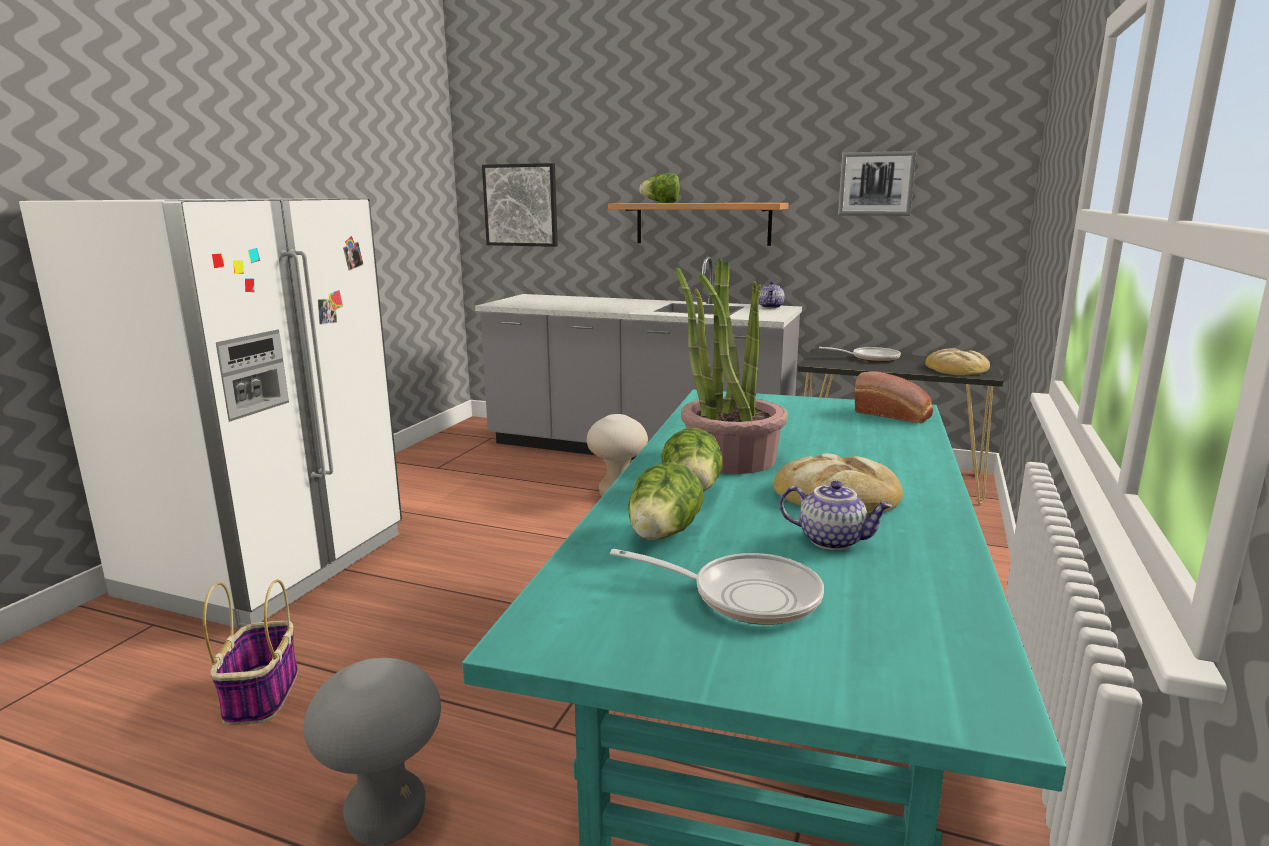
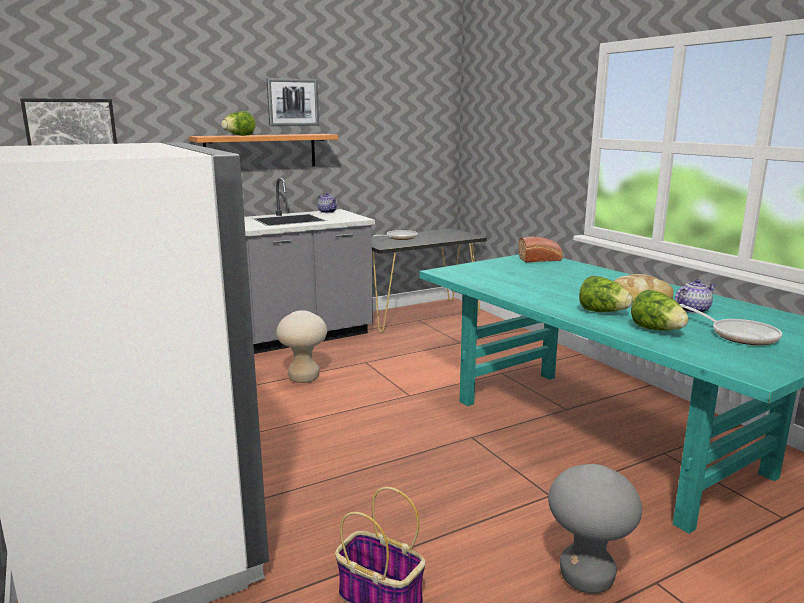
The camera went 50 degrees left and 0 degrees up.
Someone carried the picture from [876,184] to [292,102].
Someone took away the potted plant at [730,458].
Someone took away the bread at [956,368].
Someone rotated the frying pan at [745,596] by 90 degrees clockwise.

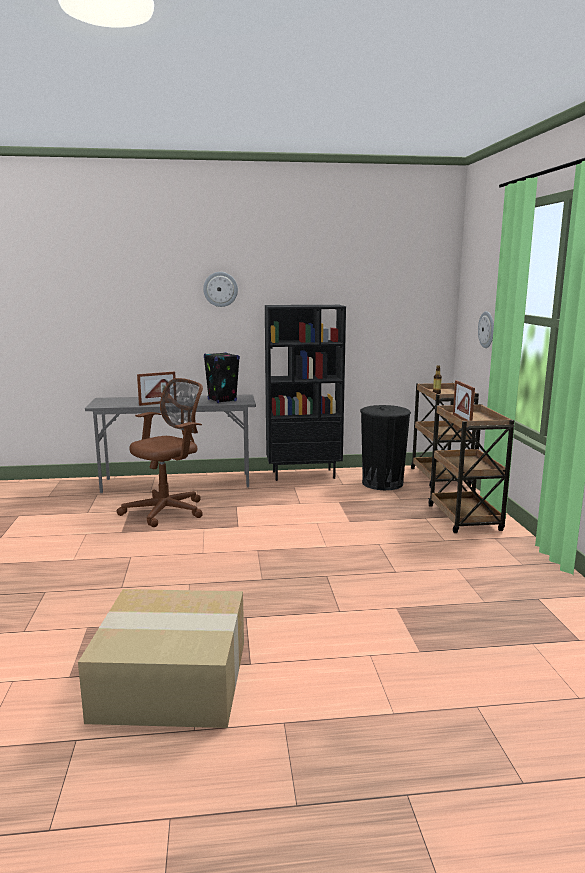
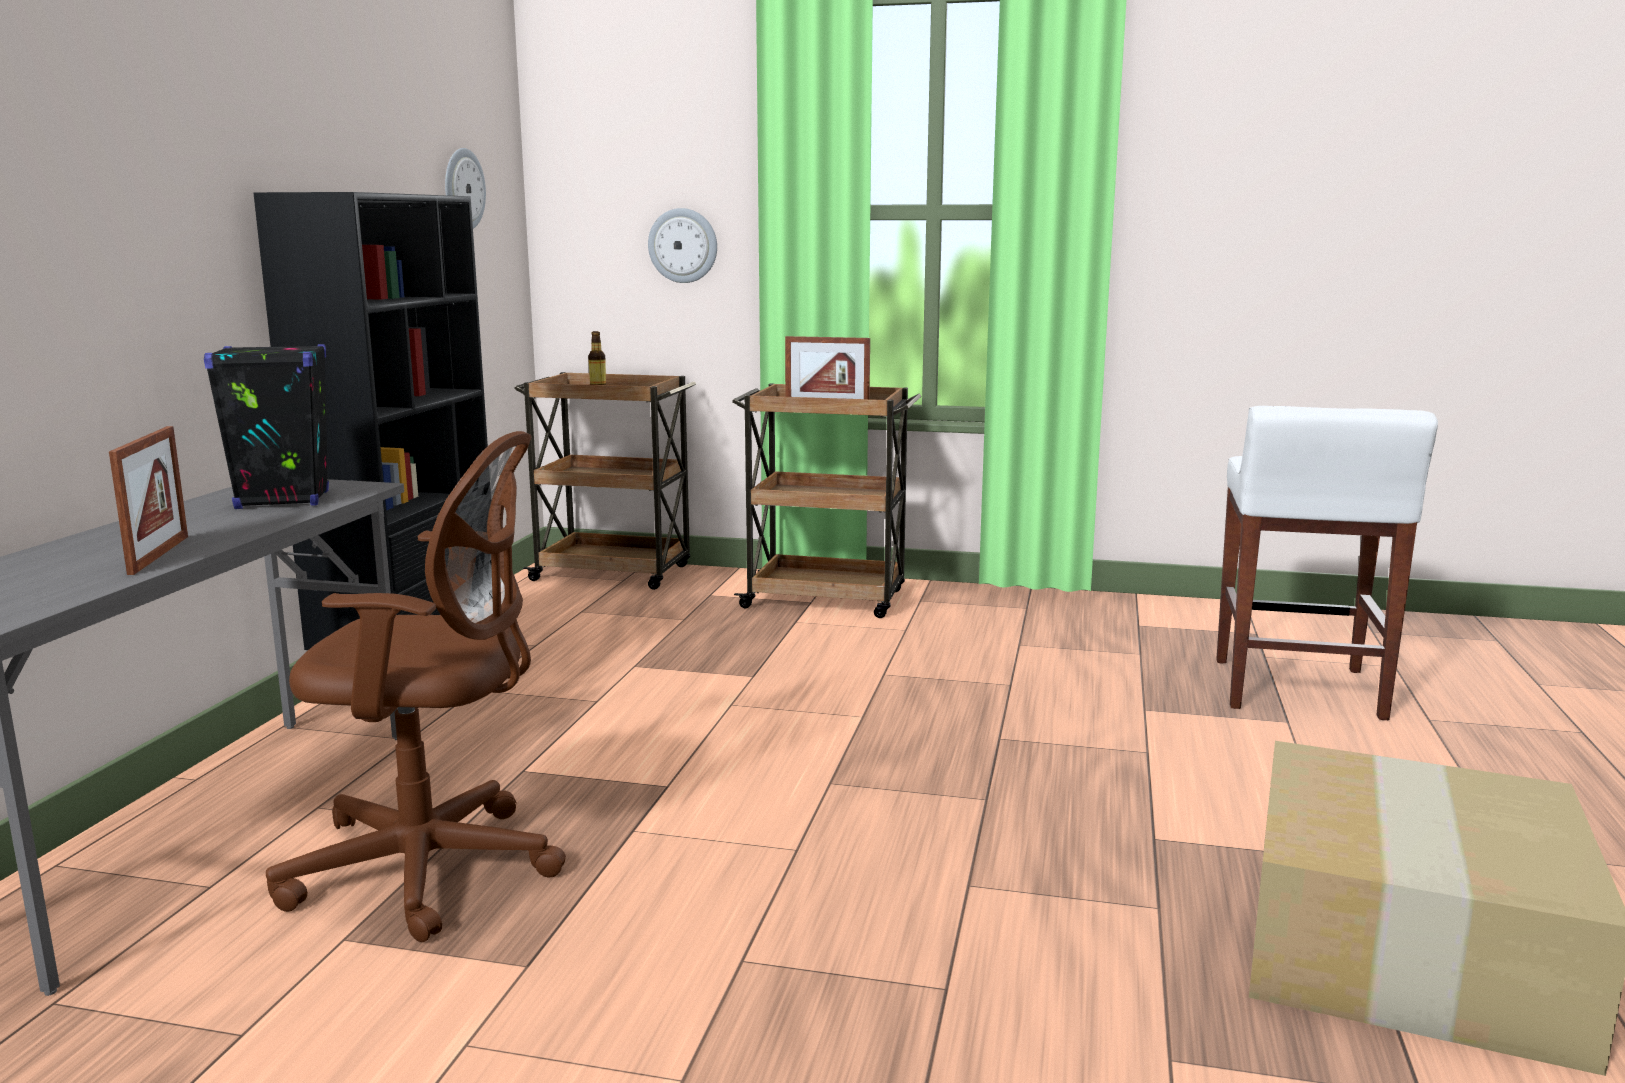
The camera went 70 degrees left and 0 degrees up.
Someone carried the wall clock from [220,289] to [463,189].
Someone rotated the brown office chair at [168,511] by 120 degrees clockwise.
Someone took away the black trash can at [382,483].
Someone put down the white stool at [1297,690].

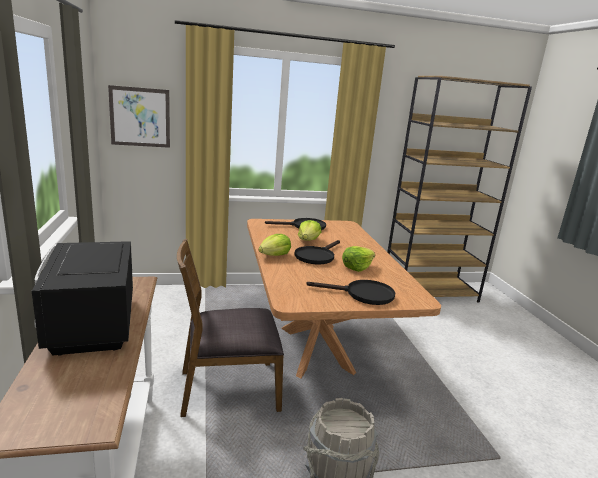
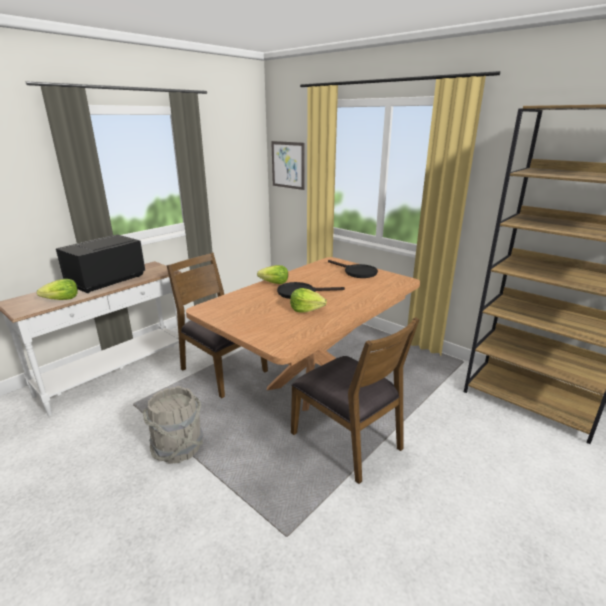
The camera went 55 degrees right and 5 degrees up.
Someone carried the lettuce from [308,240] to [62,299].
Someone took away the black frying pan at [362,294].
Someone put down the brown chair at [348,440].

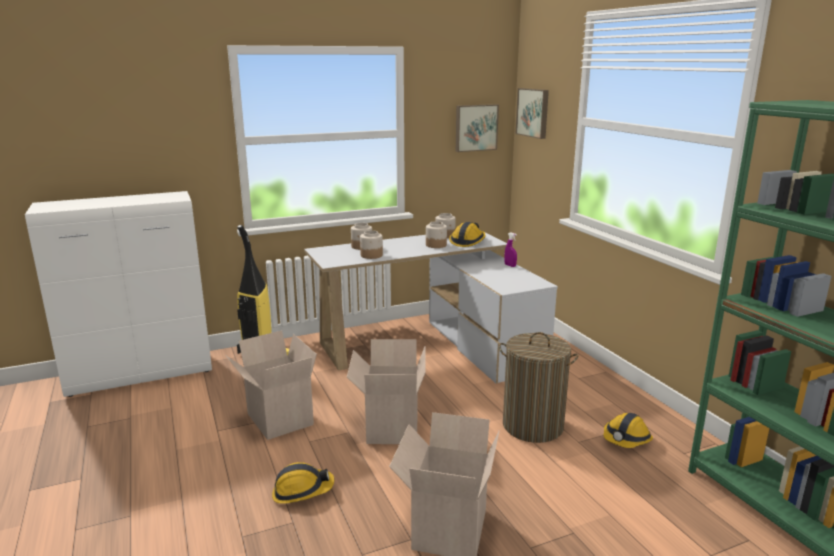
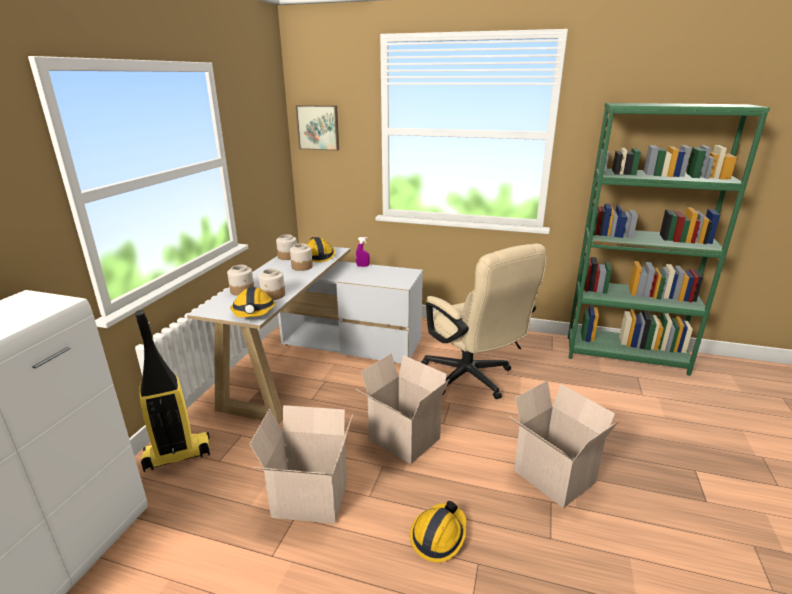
The camera went 50 degrees left and 5 degrees up.
Someone took away the picture at [475,127].
Someone swapped the laundry basket at [532,426] for the beige office chair at [472,379].
Someone carried the hard hat from [626,439] to [254,312].

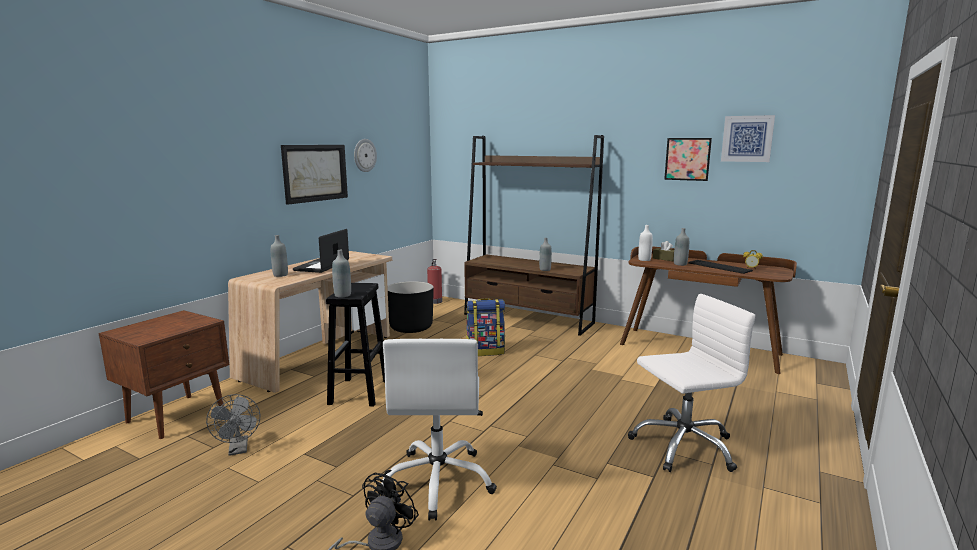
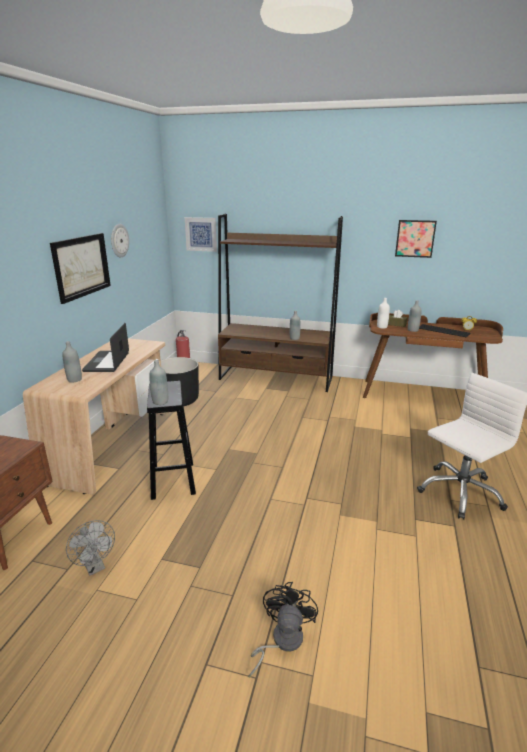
The camera went 15 degrees left and 10 degrees up.
Someone carried the picture from [747,138] to [201,234].
Someone took away the backpack at [485,351].
Someone took away the white office chair at [438,481].

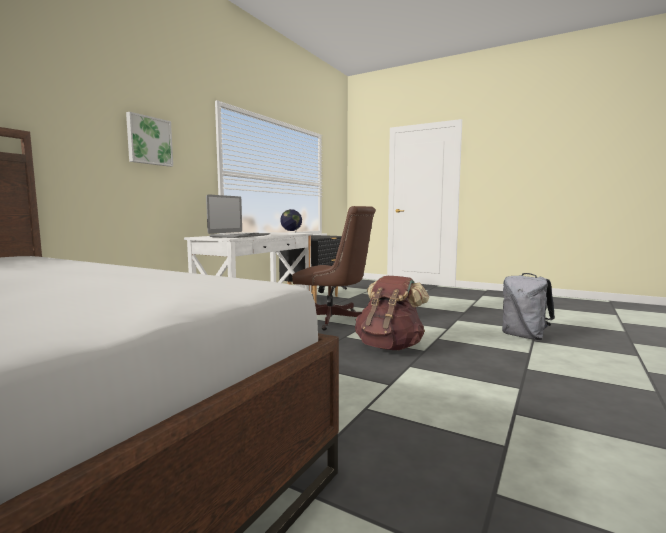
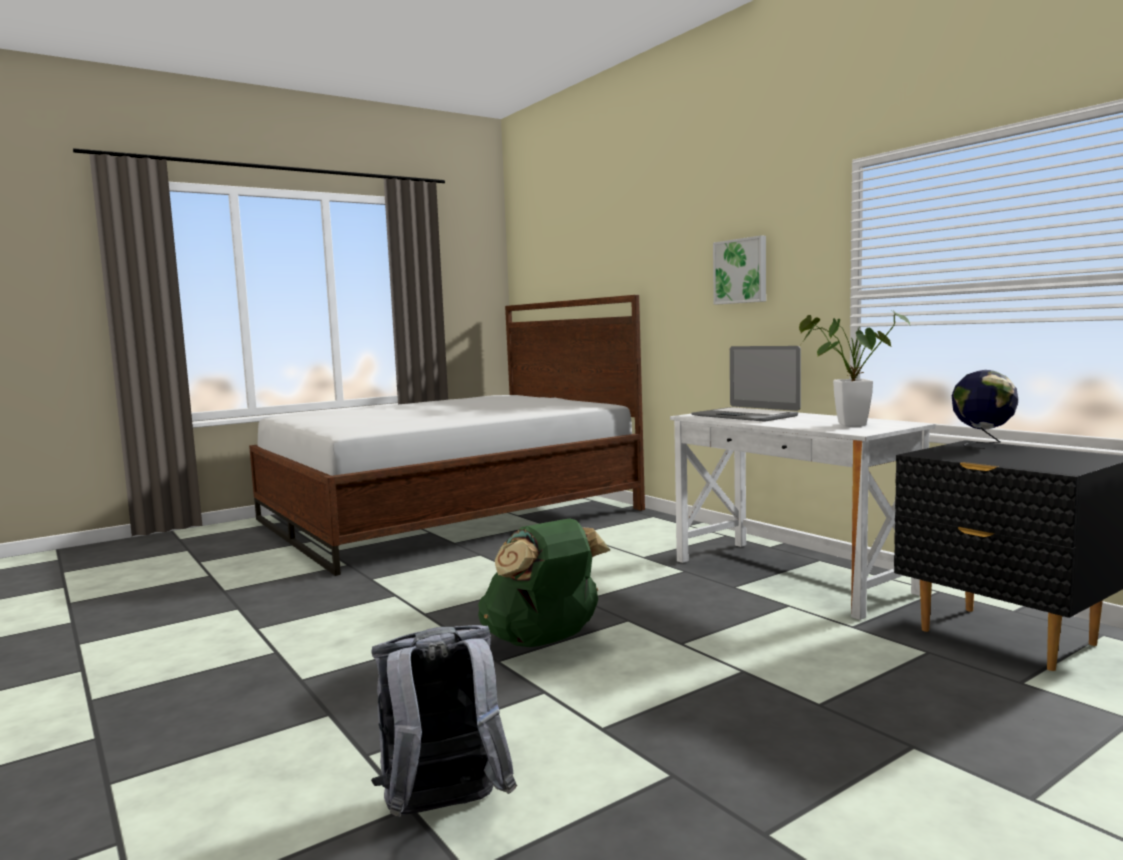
The camera went 115 degrees right and 0 degrees up.
Someone took away the brown office chair at [334,321].
Someone repainted the brown backpack at [390,347], which became the green backpack at [543,640].
Someone put down the potted plant at [844,424].

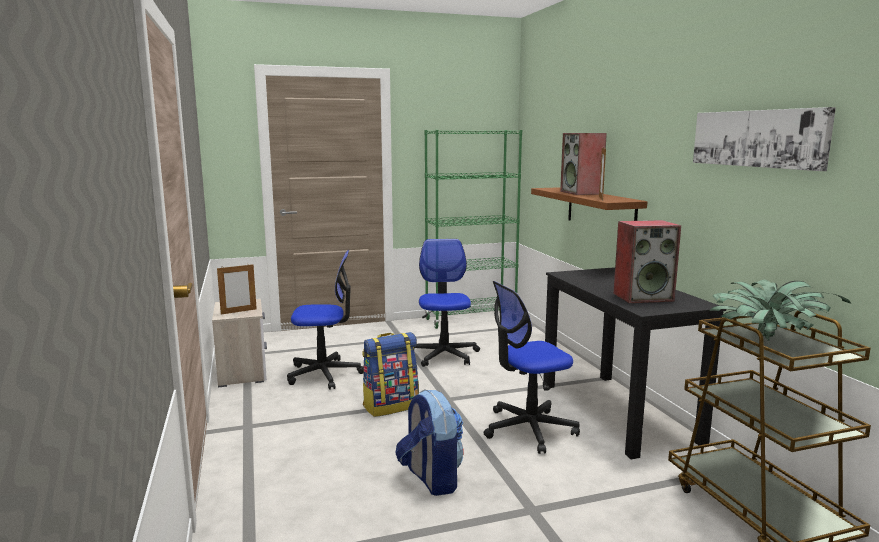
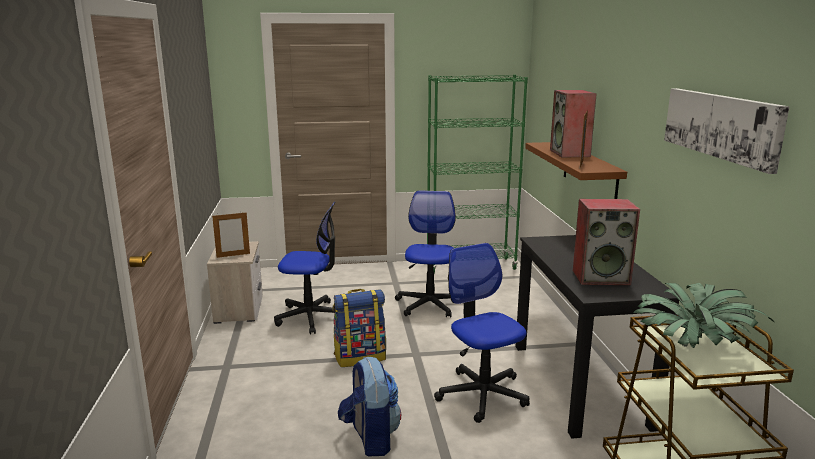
The camera went 10 degrees right and 5 degrees up.
Someone rotated the office chair at [528,429] by 75 degrees clockwise.

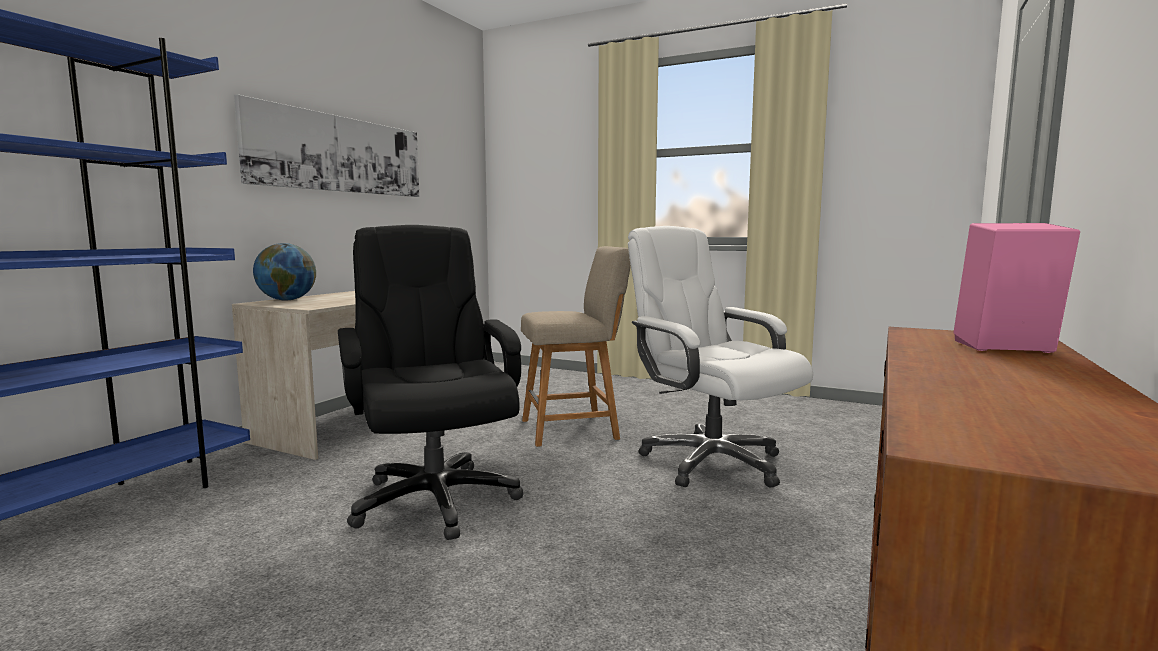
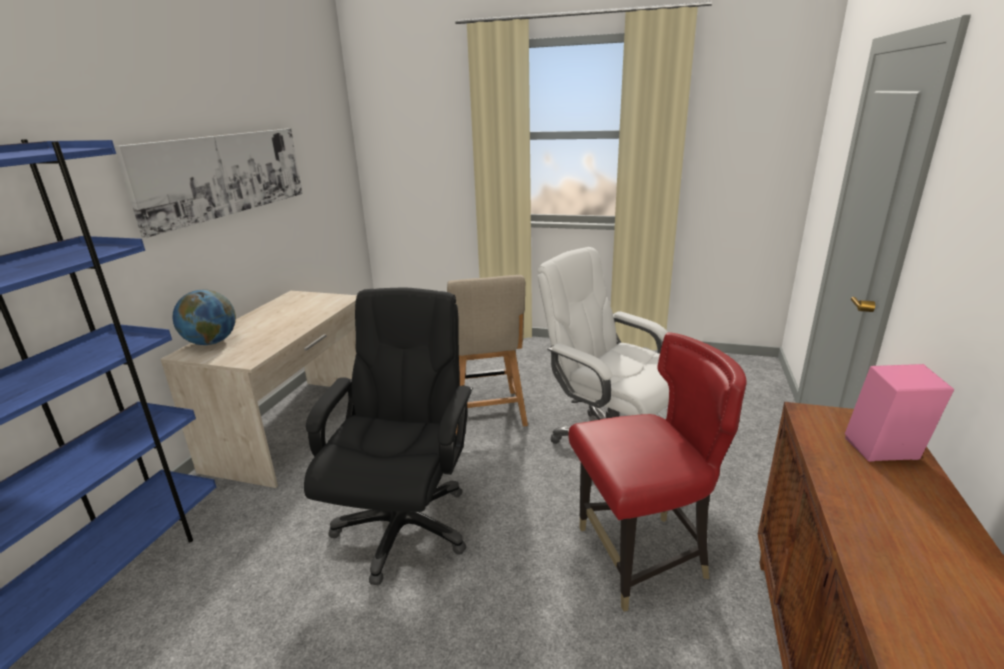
The camera went 10 degrees left and 15 degrees up.
Someone rotated the black office chair at [435,500] by 45 degrees clockwise.
Someone rotated the beige chair at [574,429] by 105 degrees clockwise.
Someone put down the red chair at [642,557].

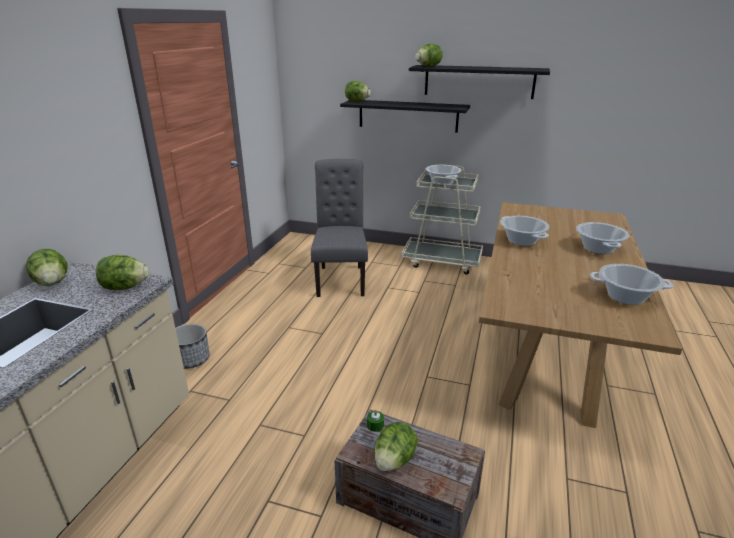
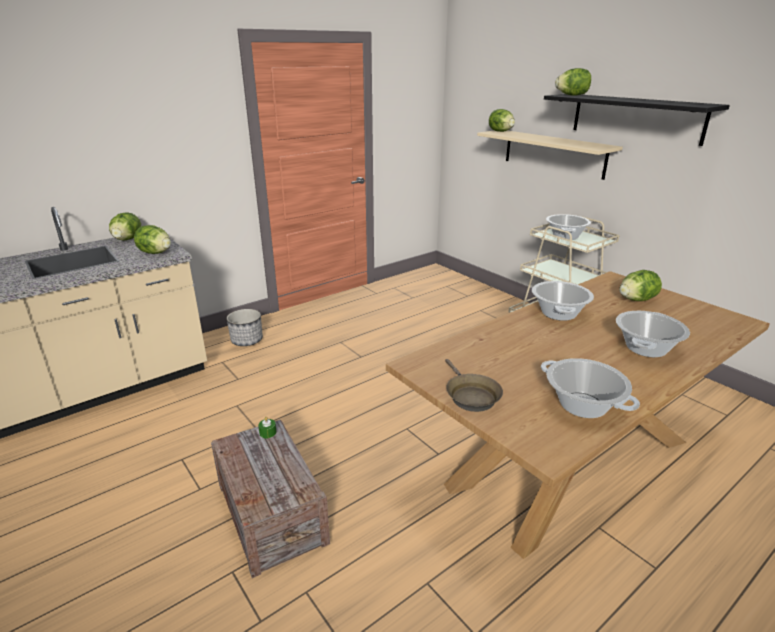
The camera went 35 degrees right and 0 degrees up.
Someone repainted the black shelf at [408,115], which became the beige shelf at [553,153].
Someone took away the grey chair at [341,278].
Someone carried the lettuce from [394,460] to [636,300].
Someone put down the brown frying pan at [470,396].

